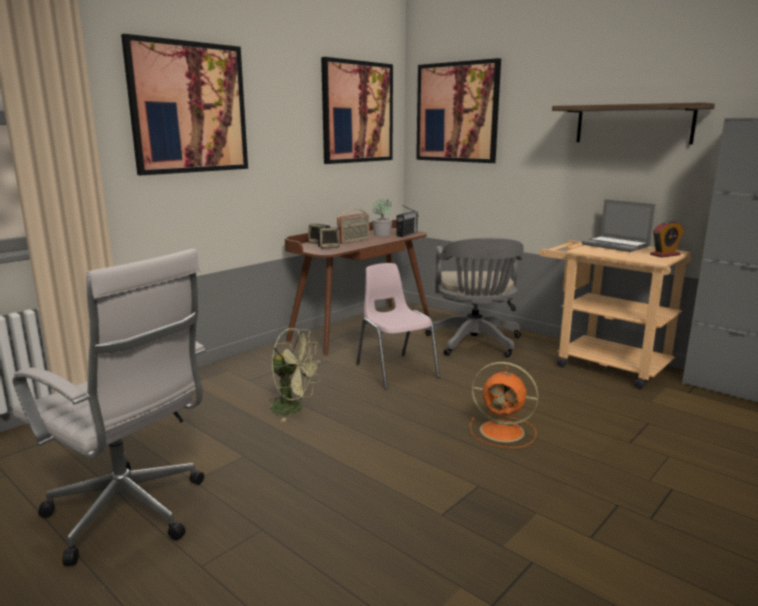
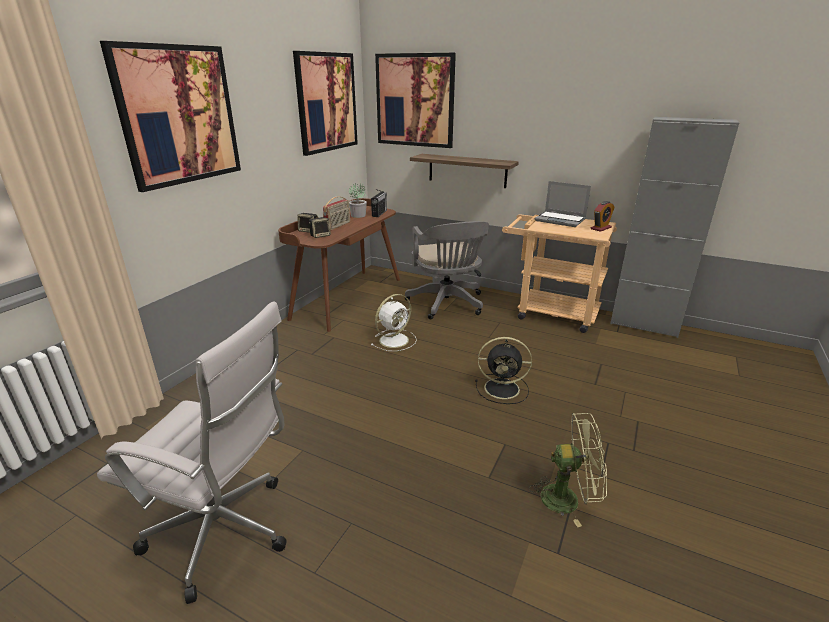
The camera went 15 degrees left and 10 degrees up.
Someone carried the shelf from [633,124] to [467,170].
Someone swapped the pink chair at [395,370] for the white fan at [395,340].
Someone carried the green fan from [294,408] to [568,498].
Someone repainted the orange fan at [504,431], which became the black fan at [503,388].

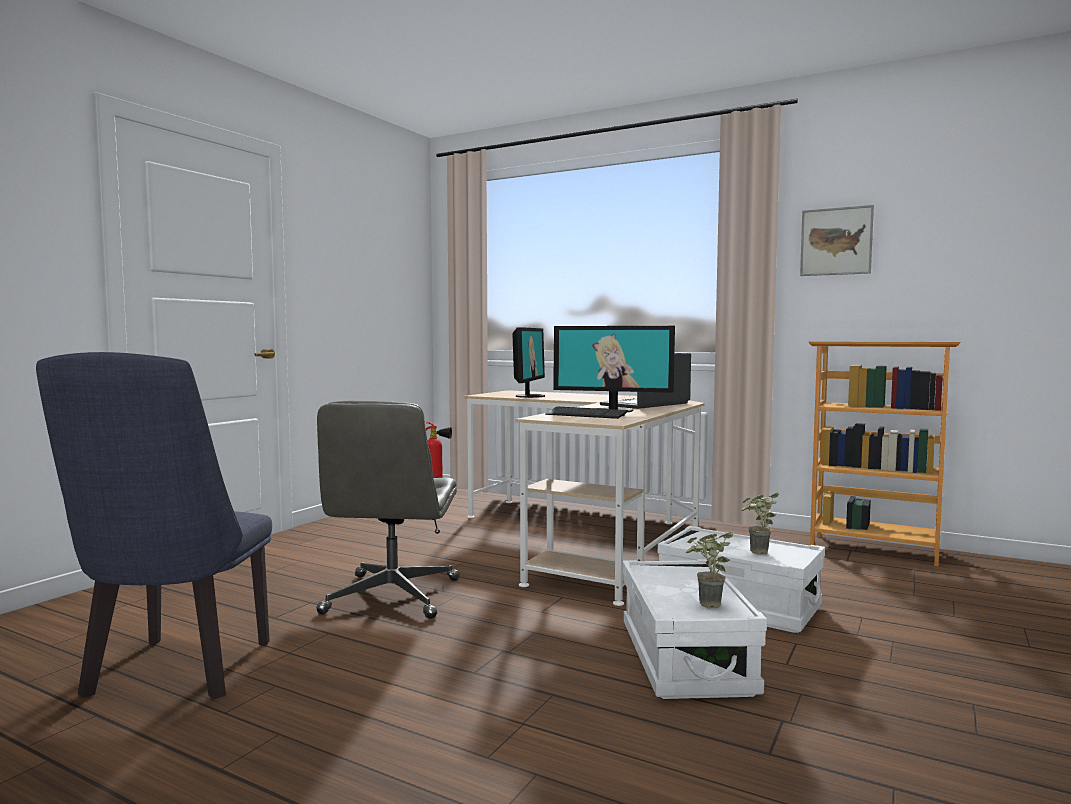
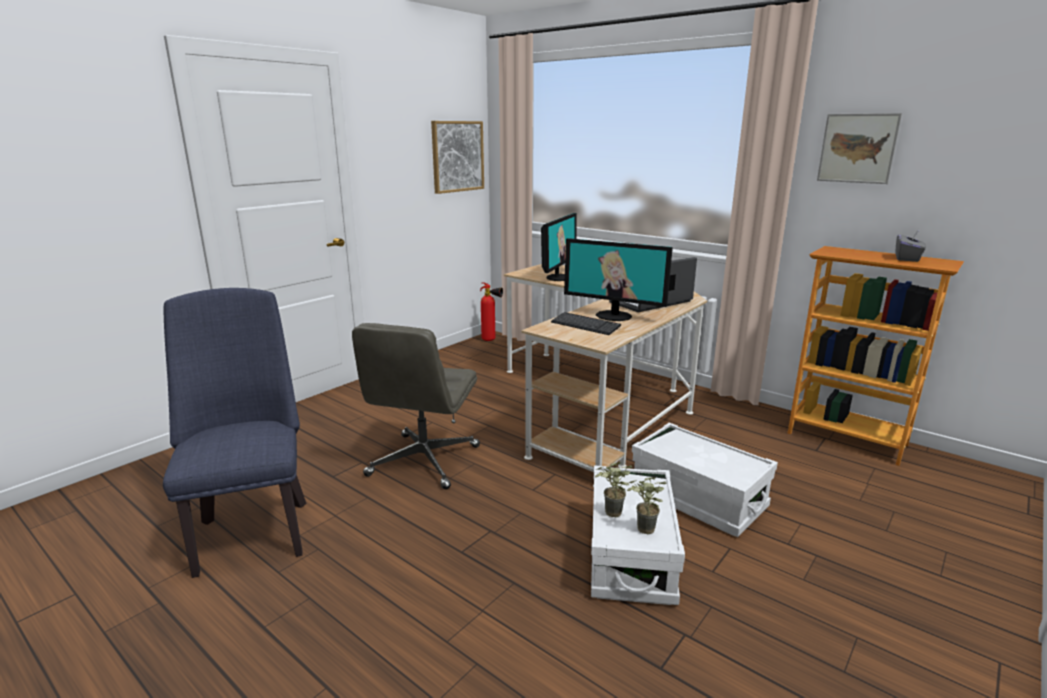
The camera went 10 degrees right and 15 degrees up.
Someone rotated the blue chair at [174,675] by 150 degrees clockwise.
Someone carried the potted plant from [757,553] to [609,515].
Someone put up the picture at [457,156].
Someone put down the grey tissue box at [907,258].

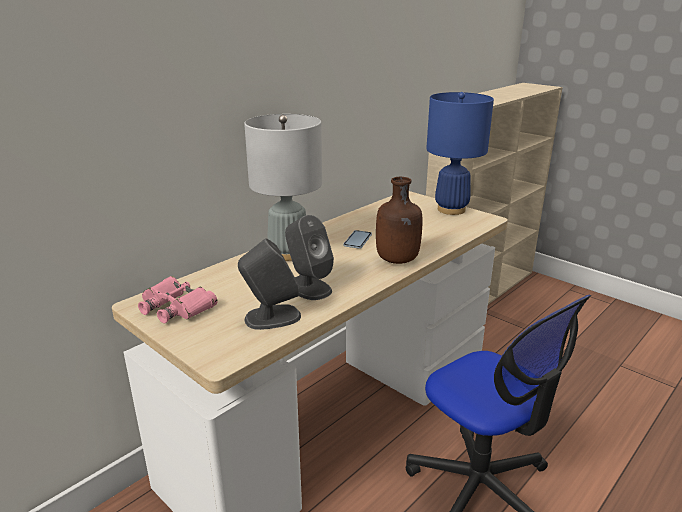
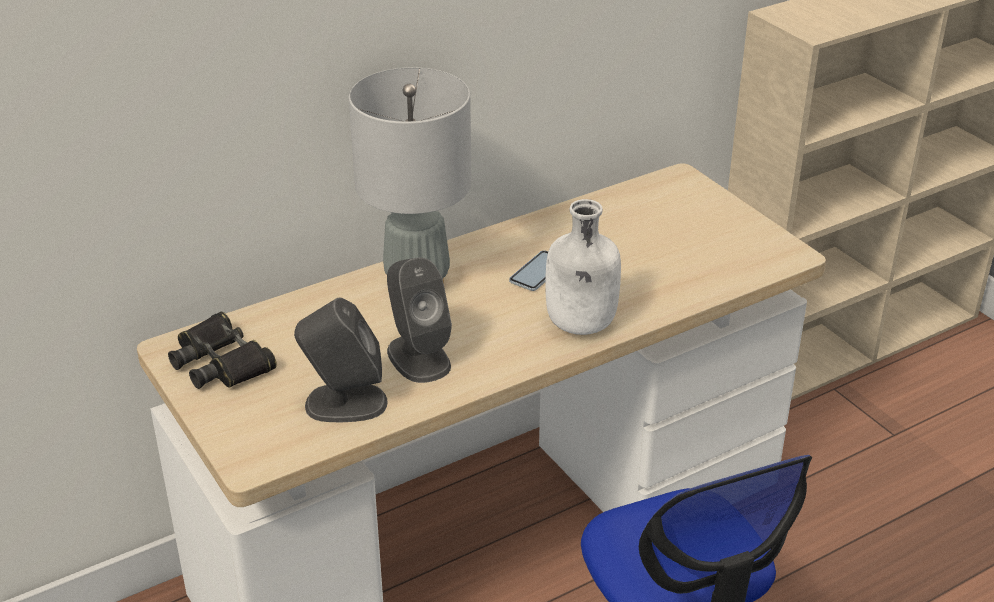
The camera went 15 degrees right and 10 degrees up.
Someone took away the blue table lamp at [451,209].
Someone repainted the brown bottle at [397,260], which became the white bottle at [580,325].
Someone repainted the pink binoculars at [176,307], which became the black binoculars at [221,362].

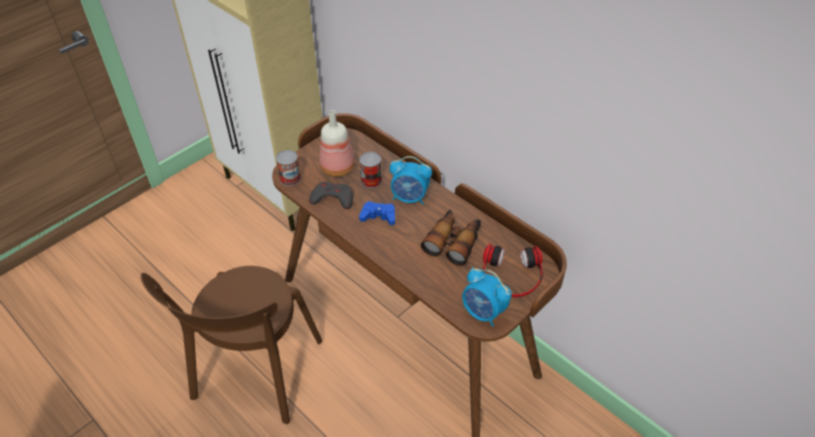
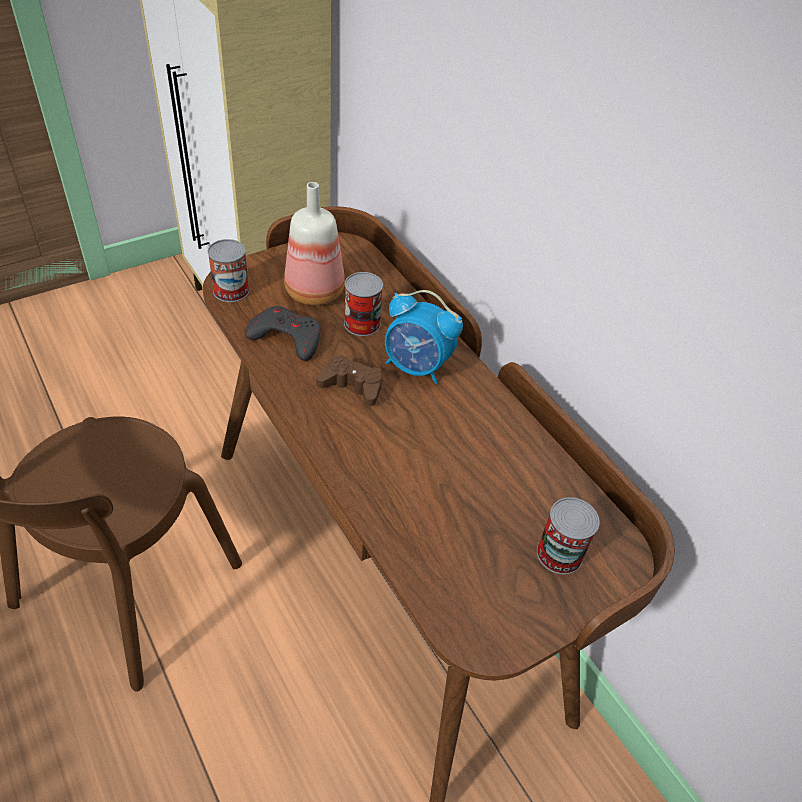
The camera went 10 degrees right and 0 degrees up.
Someone repainted the blue game controller at [378,216], which became the brown game controller at [352,386].
Someone took away the binoculars at [453,242].
Someone swapped the headphones at [511,275] for the can at [559,553].
Someone took away the alarm clock at [483,312].

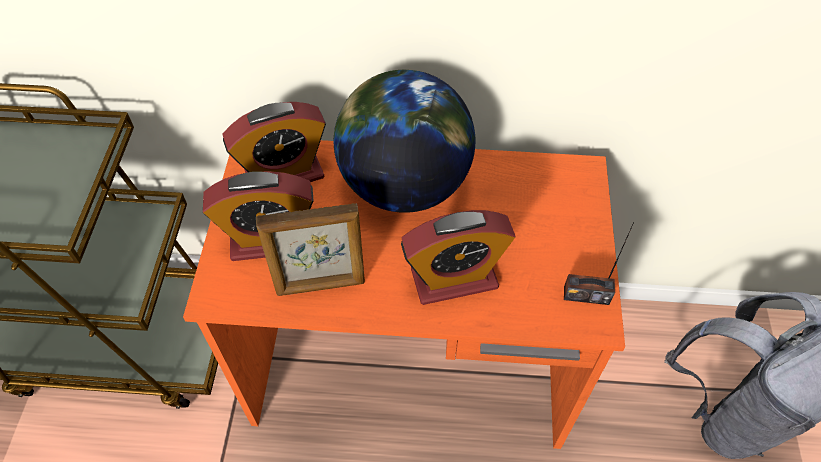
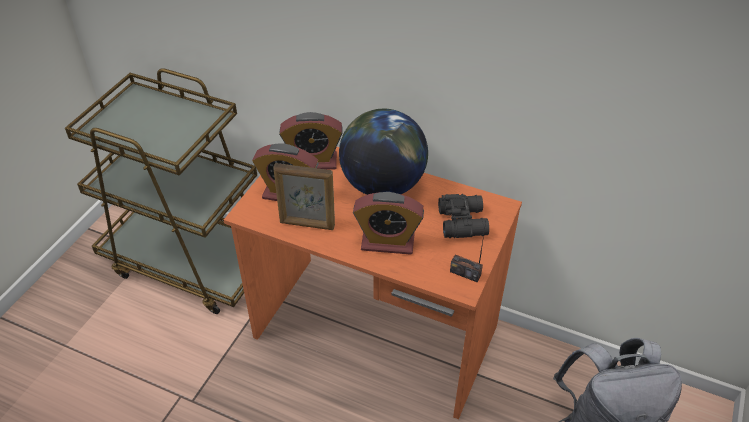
The camera went 20 degrees right and 10 degrees down.
Someone put down the black binoculars at [463,221].

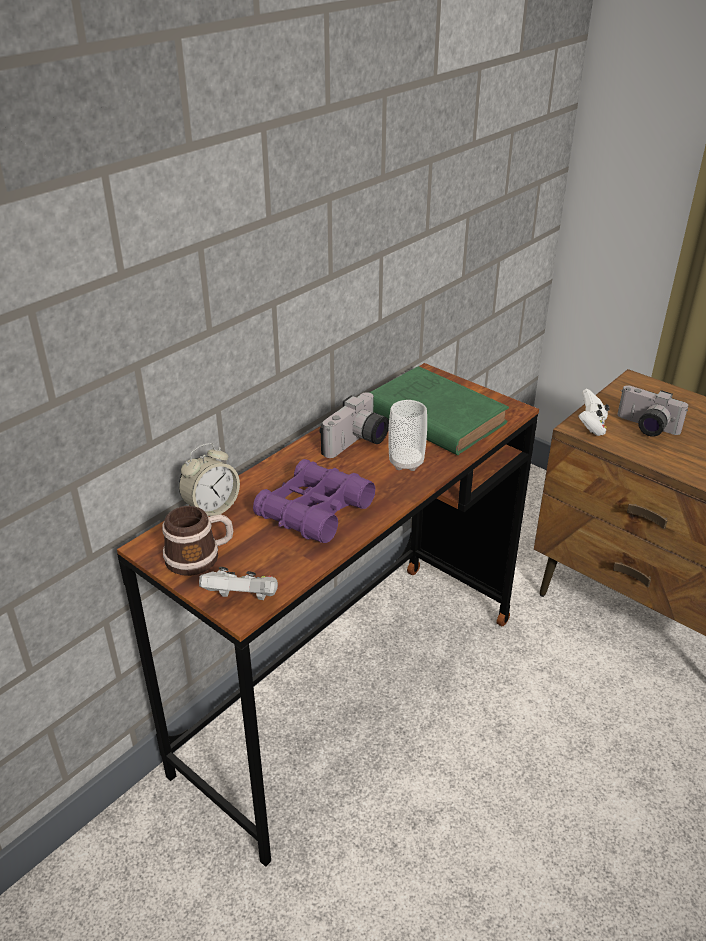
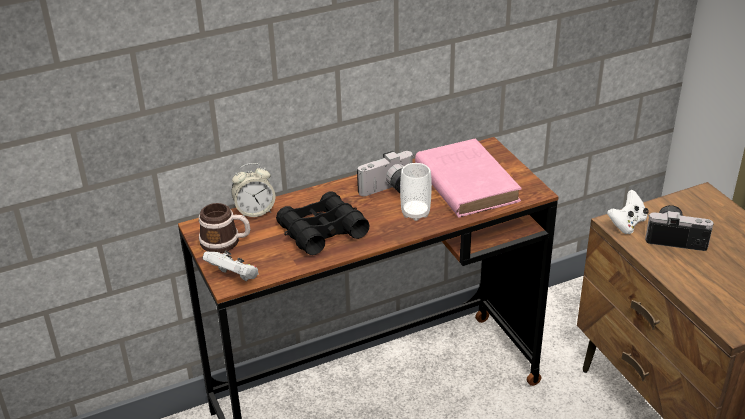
The camera went 25 degrees right and 0 degrees up.
Someone repainted the green book at [432,416], which became the pink book at [465,182].
Someone rotated the photo camera at [645,427] by 135 degrees clockwise.
Someone repainted the purple binoculars at [314,511], which became the black binoculars at [322,231].

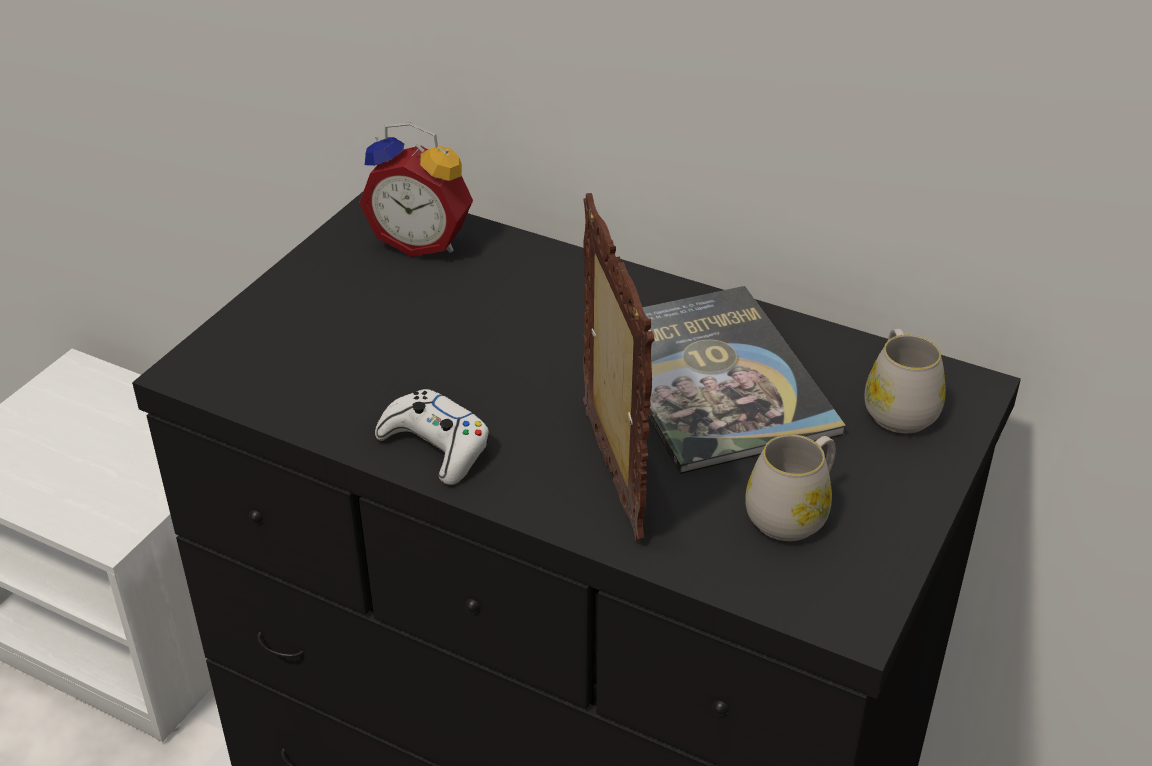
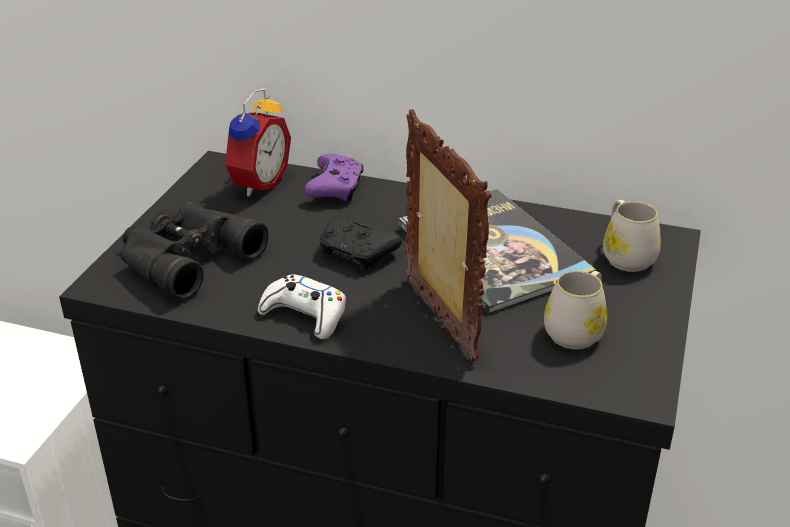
The camera went 10 degrees left and 5 degrees down.
Someone rotated the alarm clock at [422,241] by 75 degrees counterclockwise.
Someone put down the purple game controller at [336,188].
Someone put down the black binoculars at [184,257].
Someone put down the black game controller at [357,253].

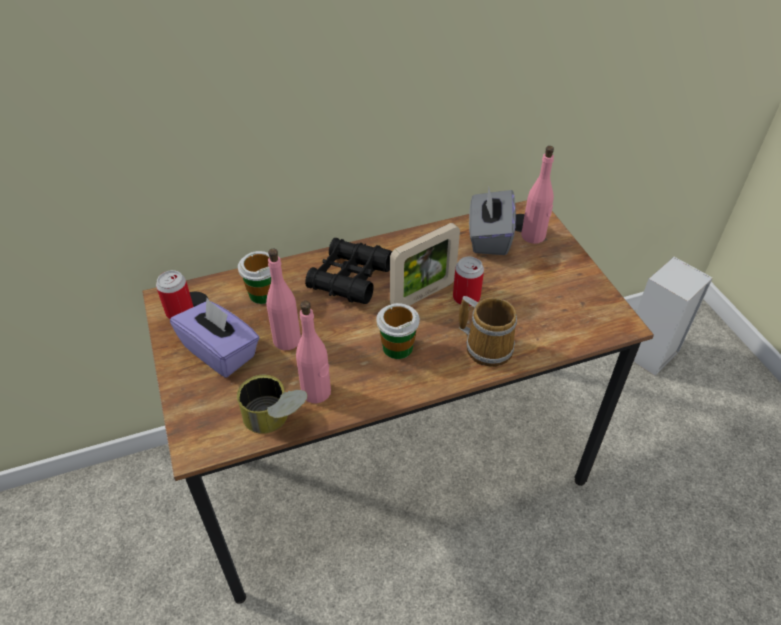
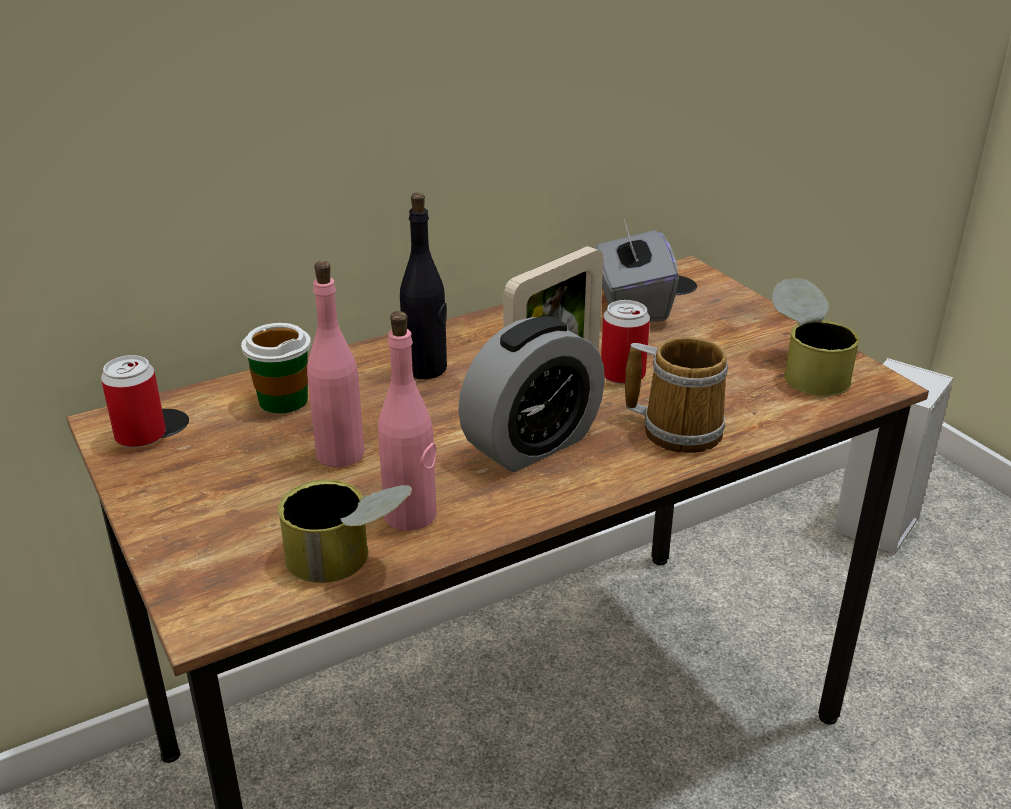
The camera went 10 degrees left and 15 degrees down.
Someone took away the pink bottle at [533,236].
Someone swapped the black binoculars at [350,278] for the black bottle at [426,369].
Someone took away the purple tissue box at [221,352].
Someone swapped the cup at [397,347] for the alarm clock at [532,444].
Someone put down the can at [806,369].

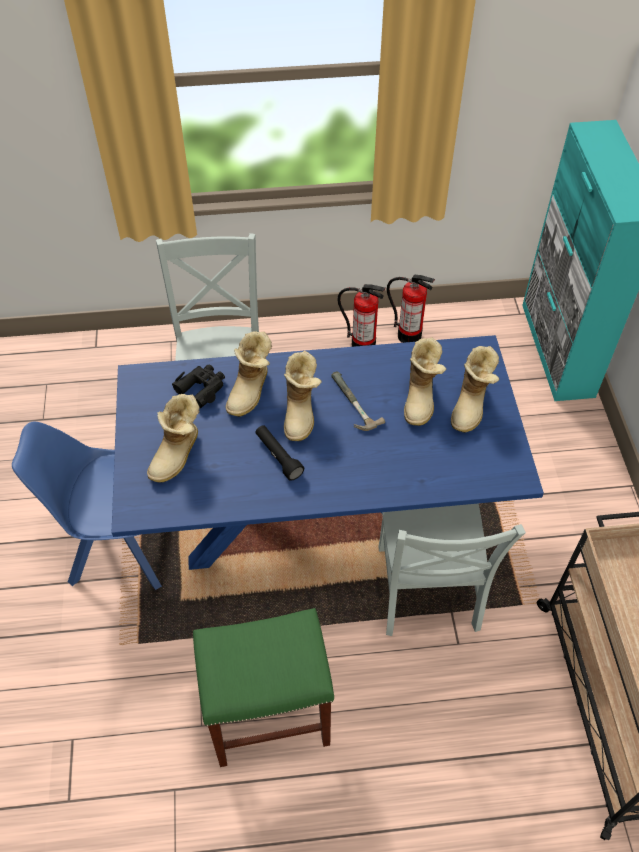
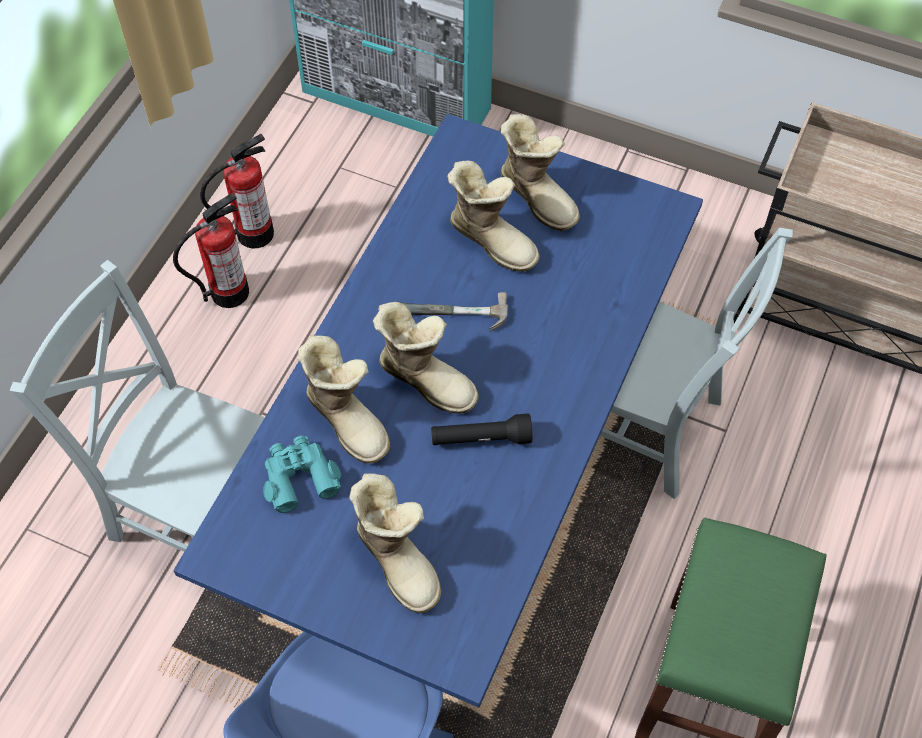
The camera went 60 degrees left and 5 degrees up.
Someone repainted the black binoculars at [202,388], which became the turquoise binoculars at [299,477].

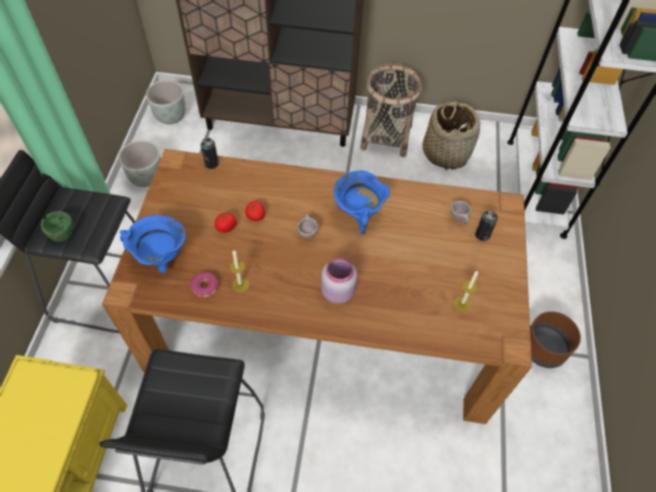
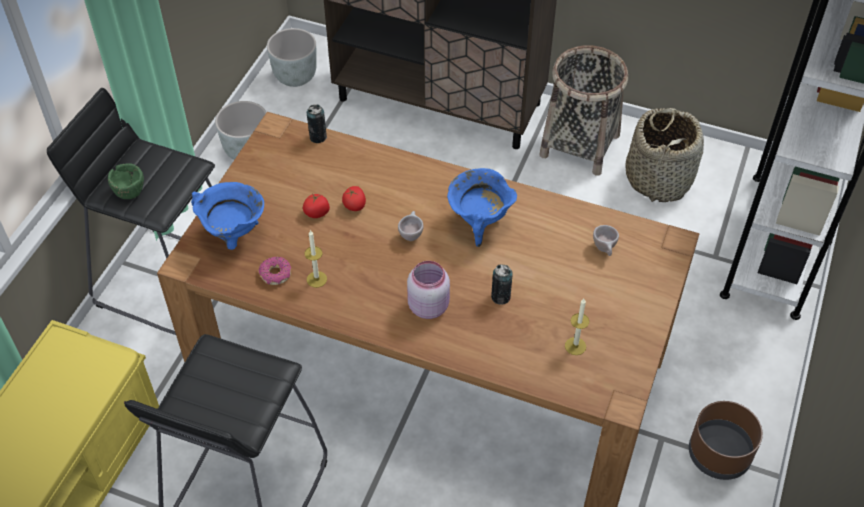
The camera went 15 degrees right and 5 degrees down.
Someone carried the can from [482,235] to [500,297].

